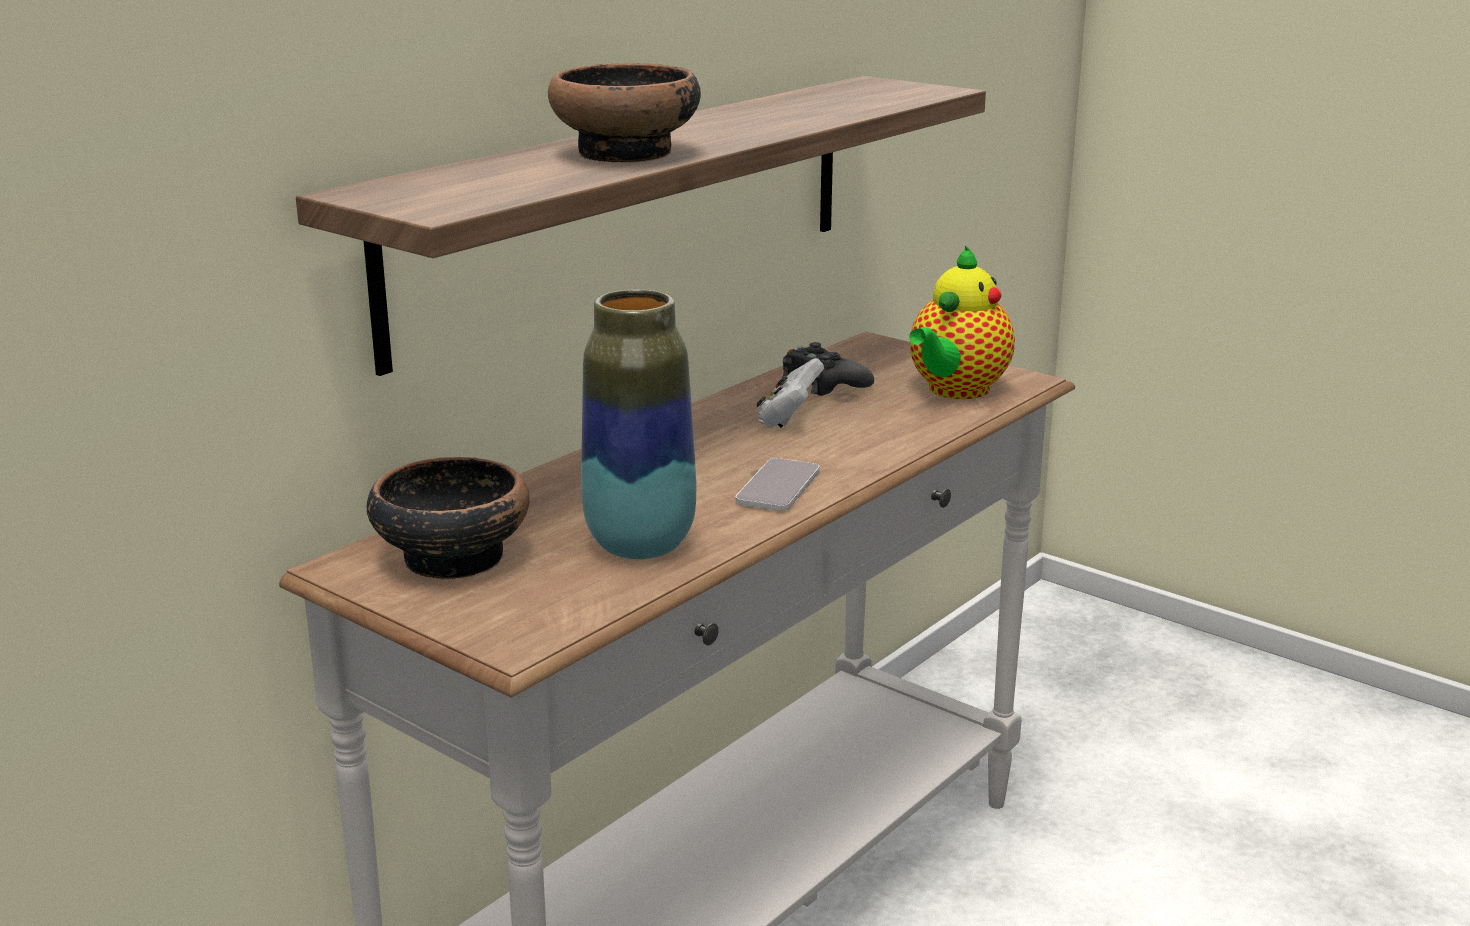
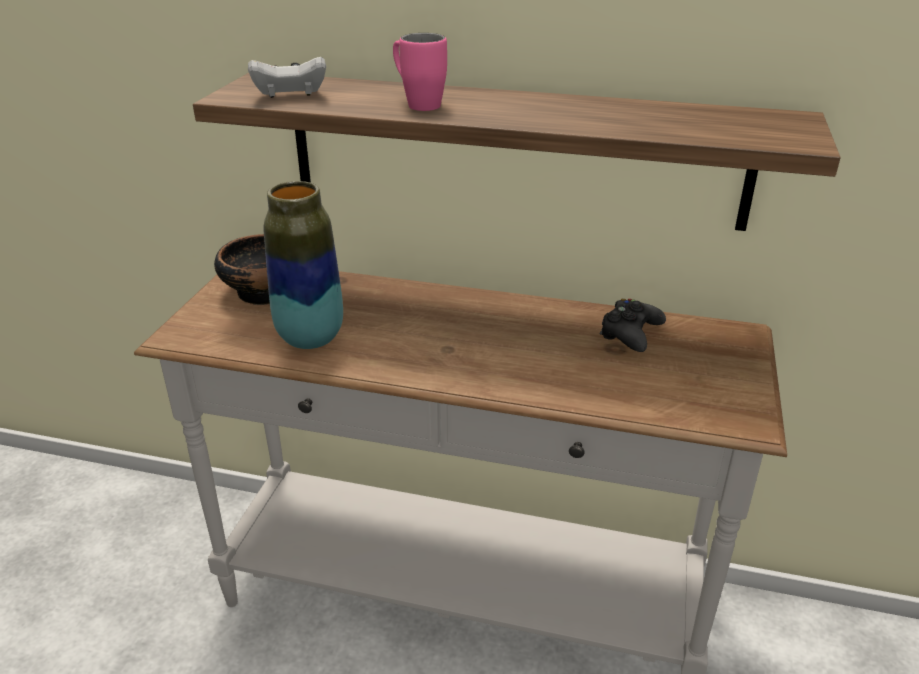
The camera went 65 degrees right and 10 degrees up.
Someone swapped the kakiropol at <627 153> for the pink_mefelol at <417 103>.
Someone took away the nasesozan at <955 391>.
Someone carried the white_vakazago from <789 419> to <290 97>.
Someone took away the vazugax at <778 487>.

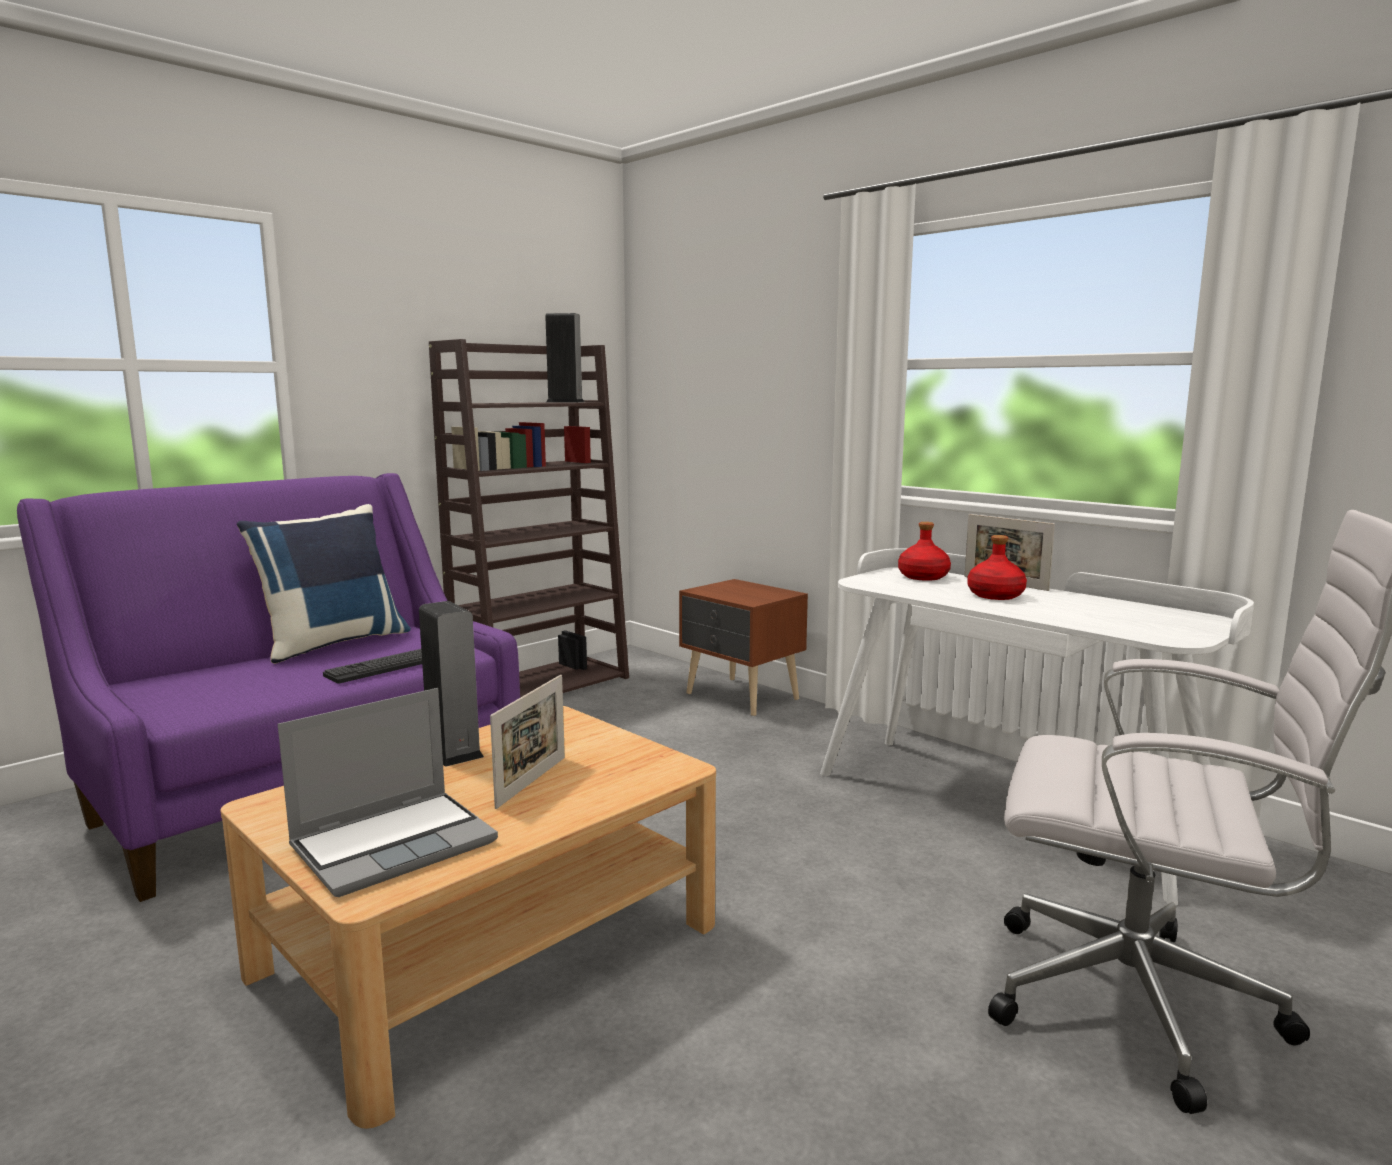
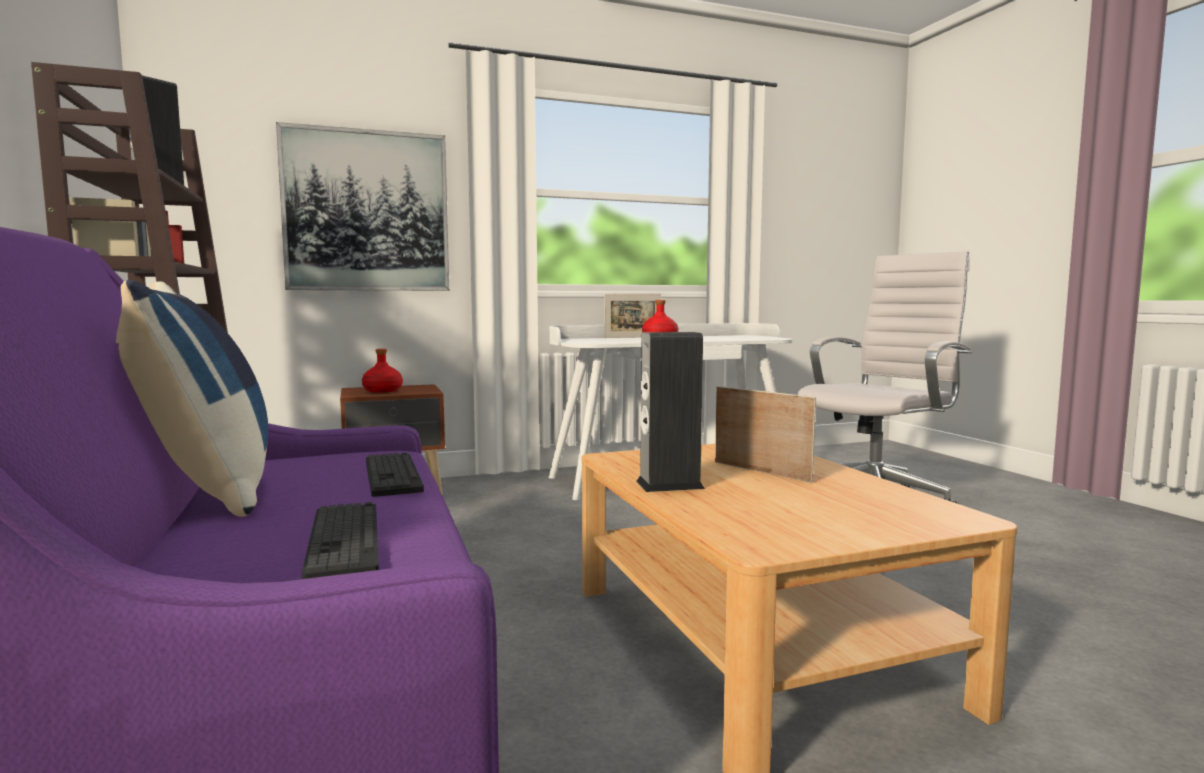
The camera went 65 degrees left and 5 degrees down.
Someone carried the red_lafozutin from <922 577> to <382 391>.
Someone took away the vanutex at <395 843>.
Someone put up the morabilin at <367 211>.
Someone put down the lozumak at <344 540>.

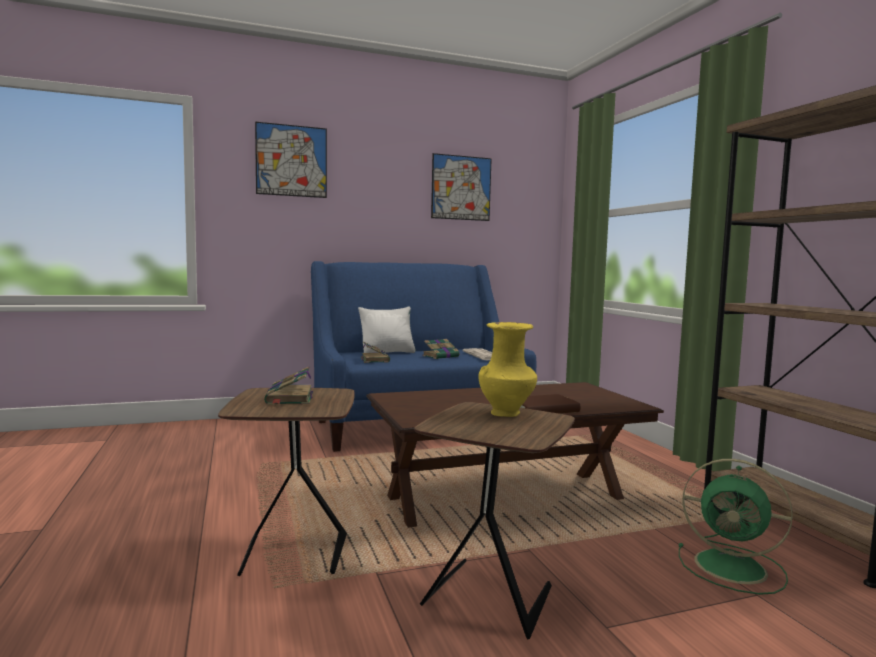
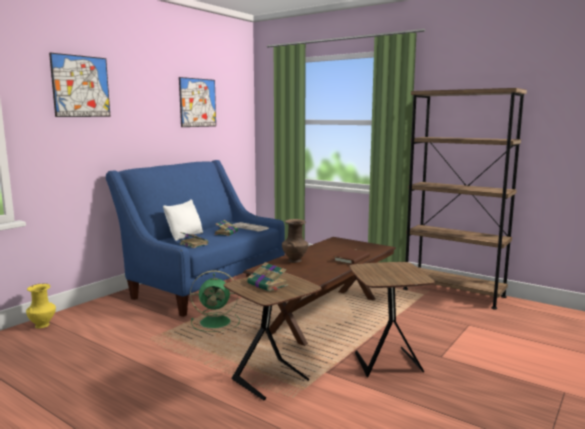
The camera went 35 degrees left and 5 degrees up.
Someone carried the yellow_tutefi from <506 413> to <43 325>.
Someone carried the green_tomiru from <733 567> to <217 322>.
Someone put down the brown_tutefi at <295 260>.

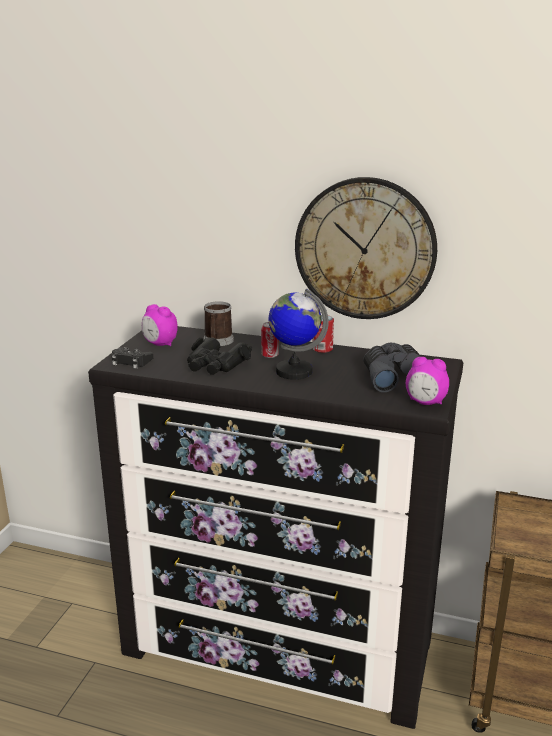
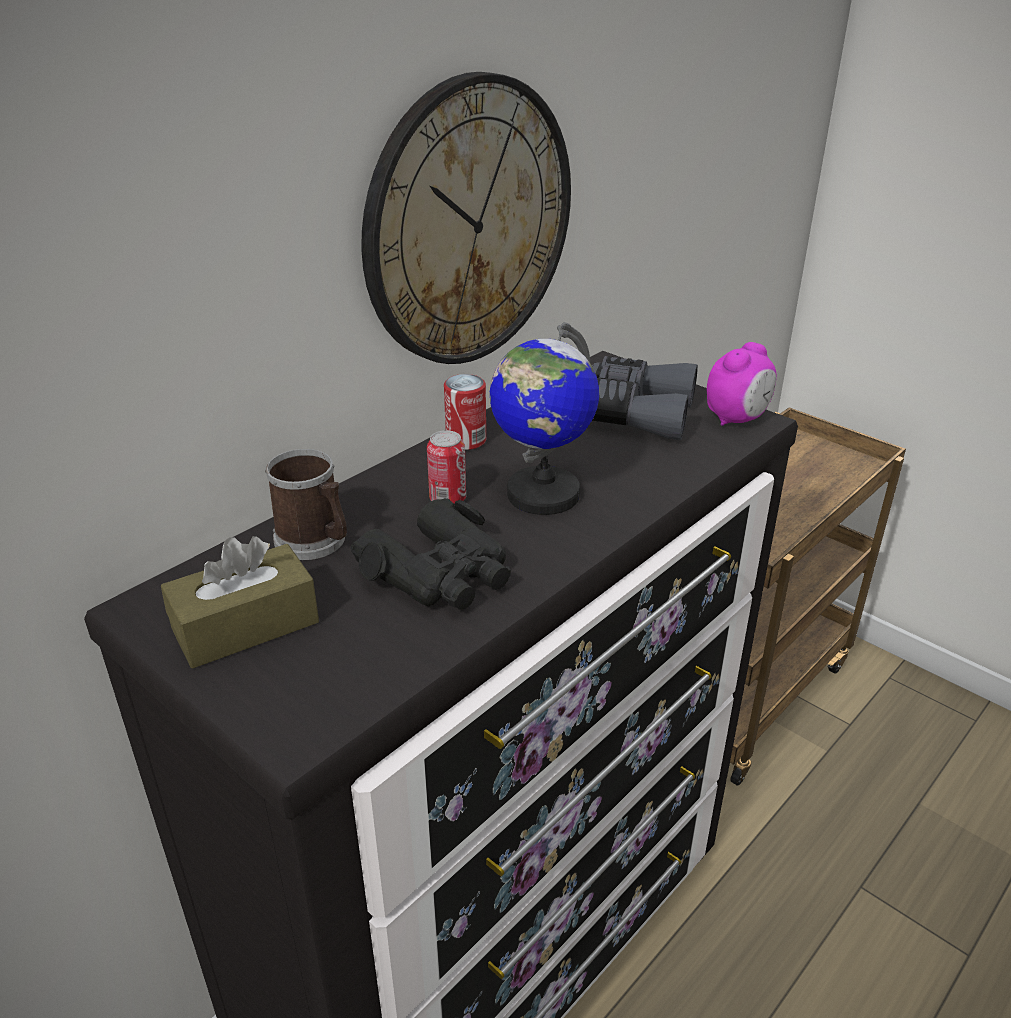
The camera went 65 degrees left and 10 degrees up.
Someone swapped the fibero at <160 344> for the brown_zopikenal at <245 626>.
Someone took away the black_vakazago at <131 362>.

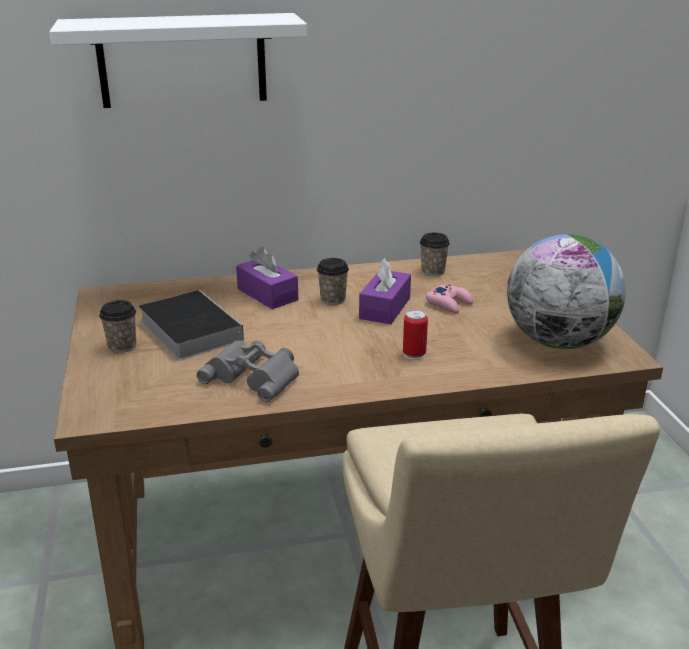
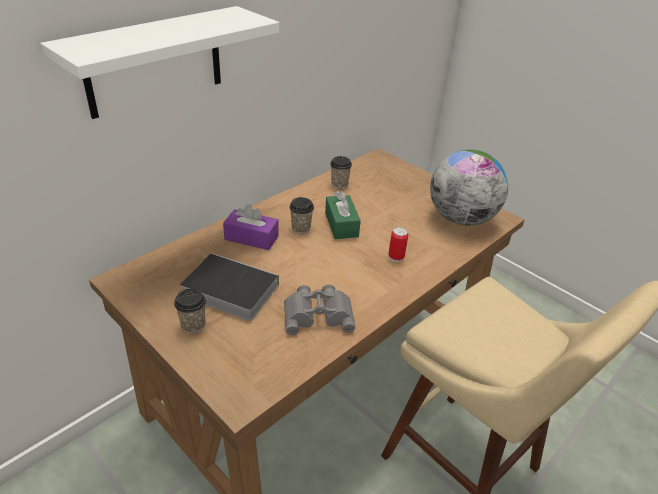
The camera went 35 degrees left and 10 degrees up.
Someone repainted the purple_zopikenal at <385 308>, which became the green_zopikenal at <341 224>.
Someone took away the pink_vakazago at <449 303>.

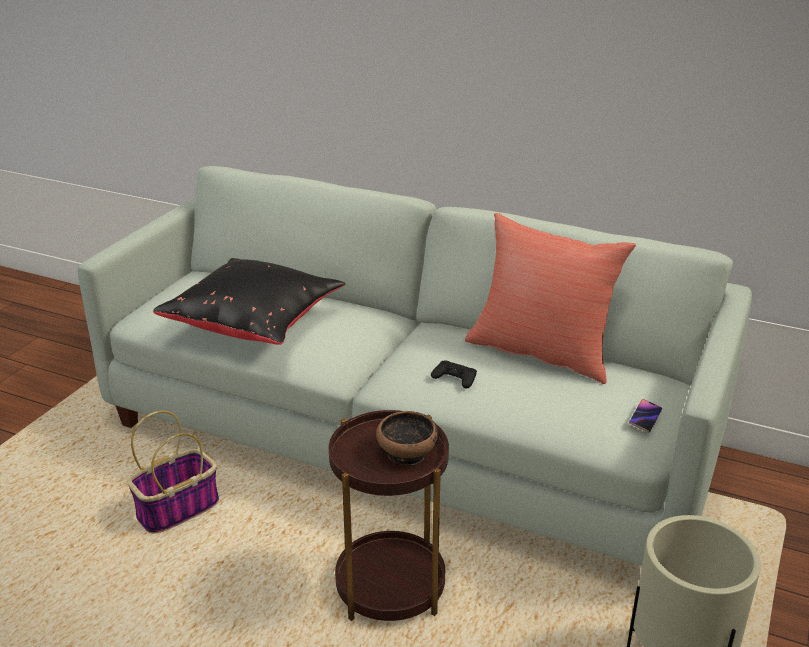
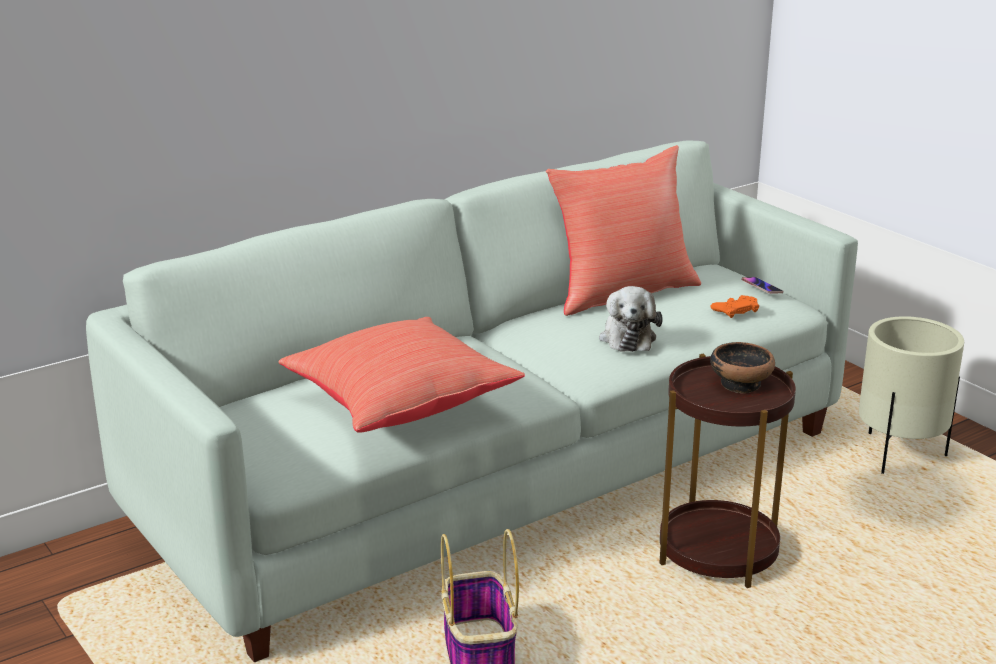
The camera went 60 degrees left and 5 degrees down.
Someone repainted the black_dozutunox at <255 323>, which became the red_dozutunox at <399 403>.
Someone swapped the black_vakazago at <455 378> for the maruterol at <627 337>.
Someone put down the orange_vakazago at <735 310>.

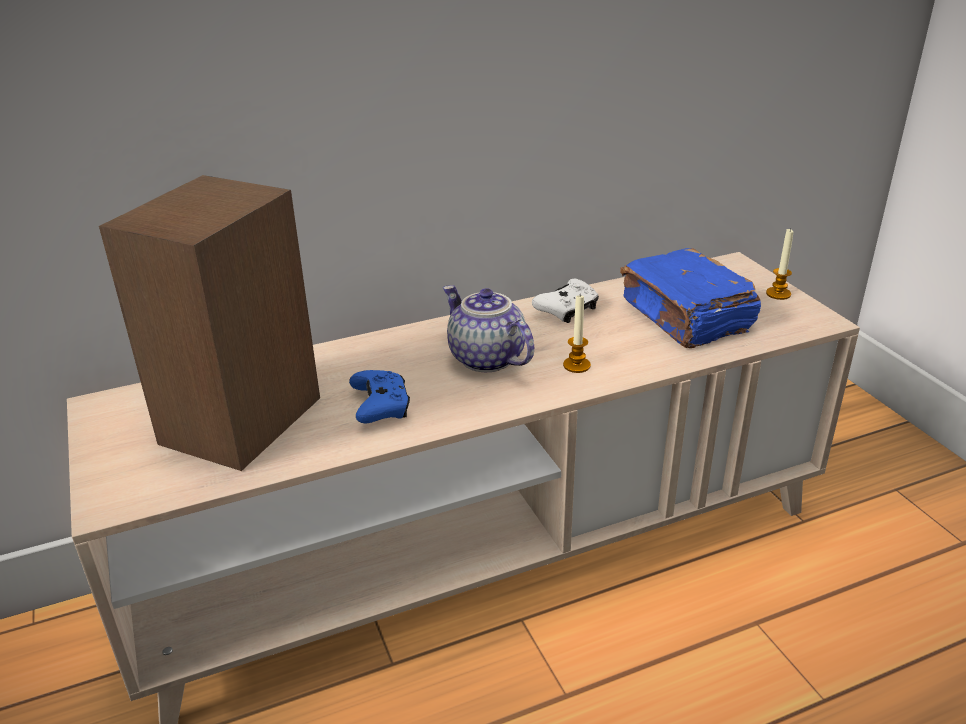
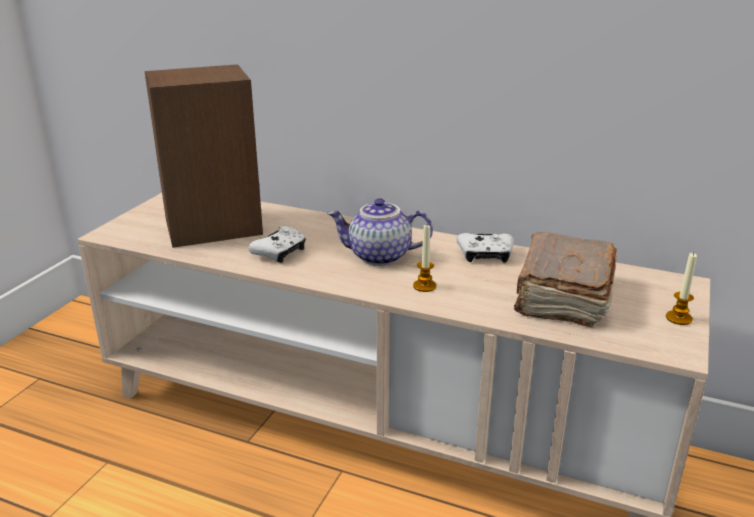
The camera went 45 degrees right and 5 degrees down.
Someone repainted the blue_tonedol at <686 317>, which became the brown_tonedol at <562 297>.
Someone rotated the nasesozan at <485 359> by 90 degrees counterclockwise.
Someone repainted the blue_vakazago at <381 407>, which became the white_vakazago at <280 252>.

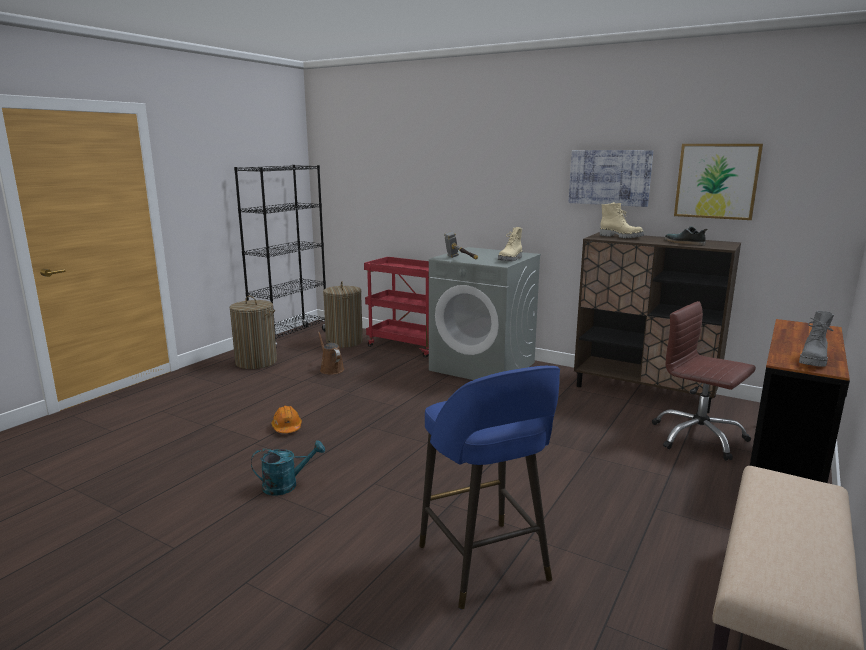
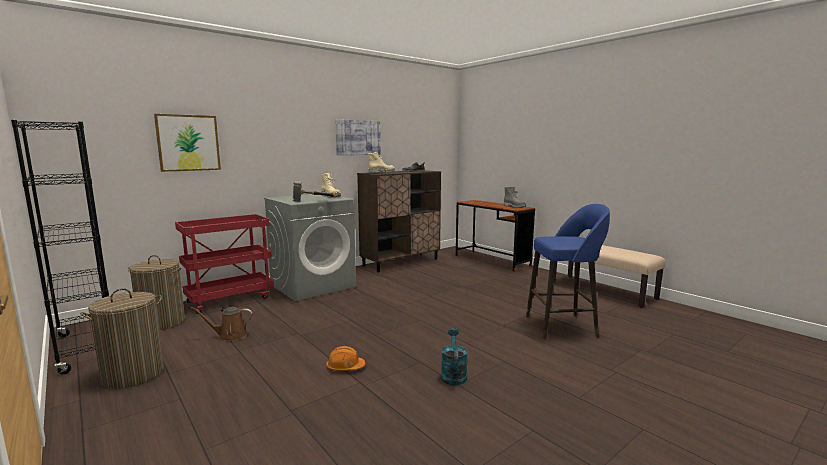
The camera went 70 degrees left and 5 degrees down.
Someone carried the morabilin from <716 181> to <188 143>.
Someone took away the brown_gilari at <698 437>.

